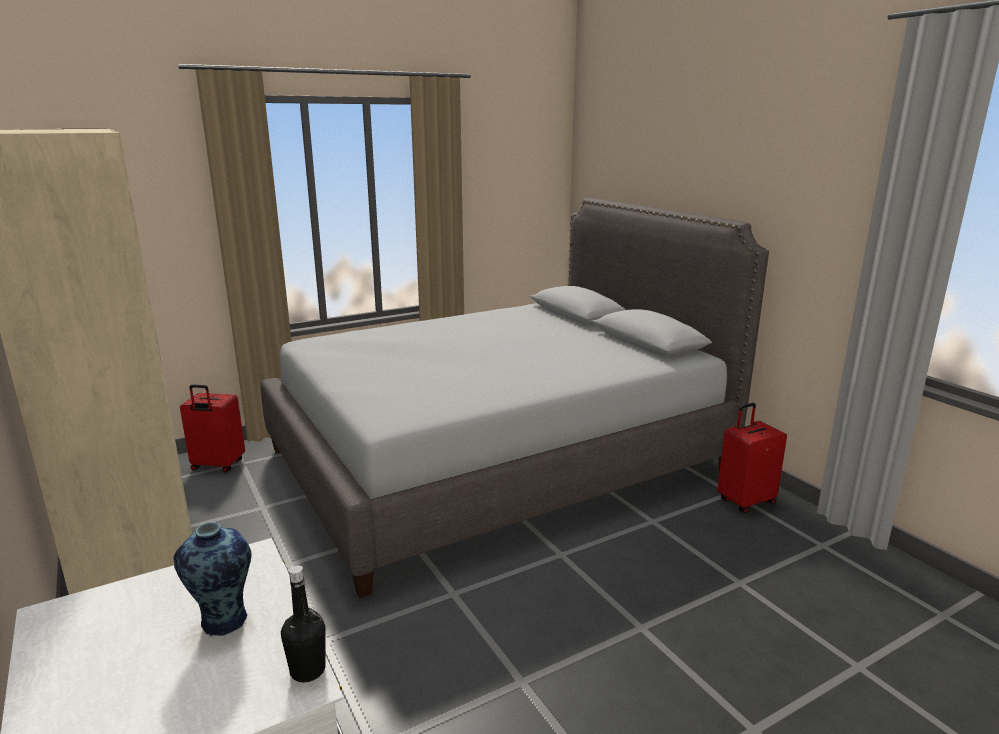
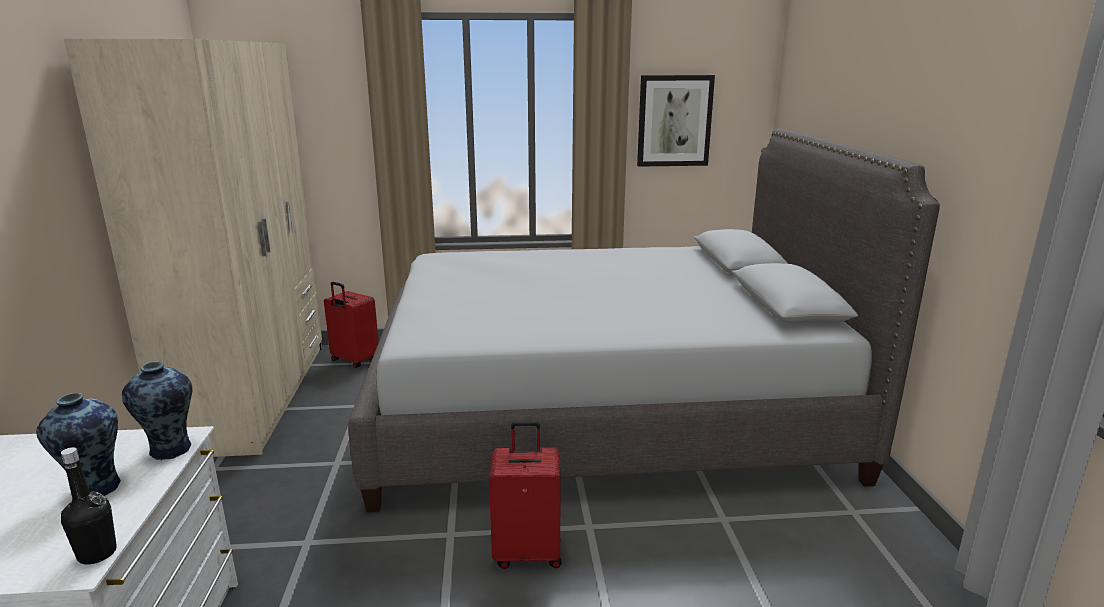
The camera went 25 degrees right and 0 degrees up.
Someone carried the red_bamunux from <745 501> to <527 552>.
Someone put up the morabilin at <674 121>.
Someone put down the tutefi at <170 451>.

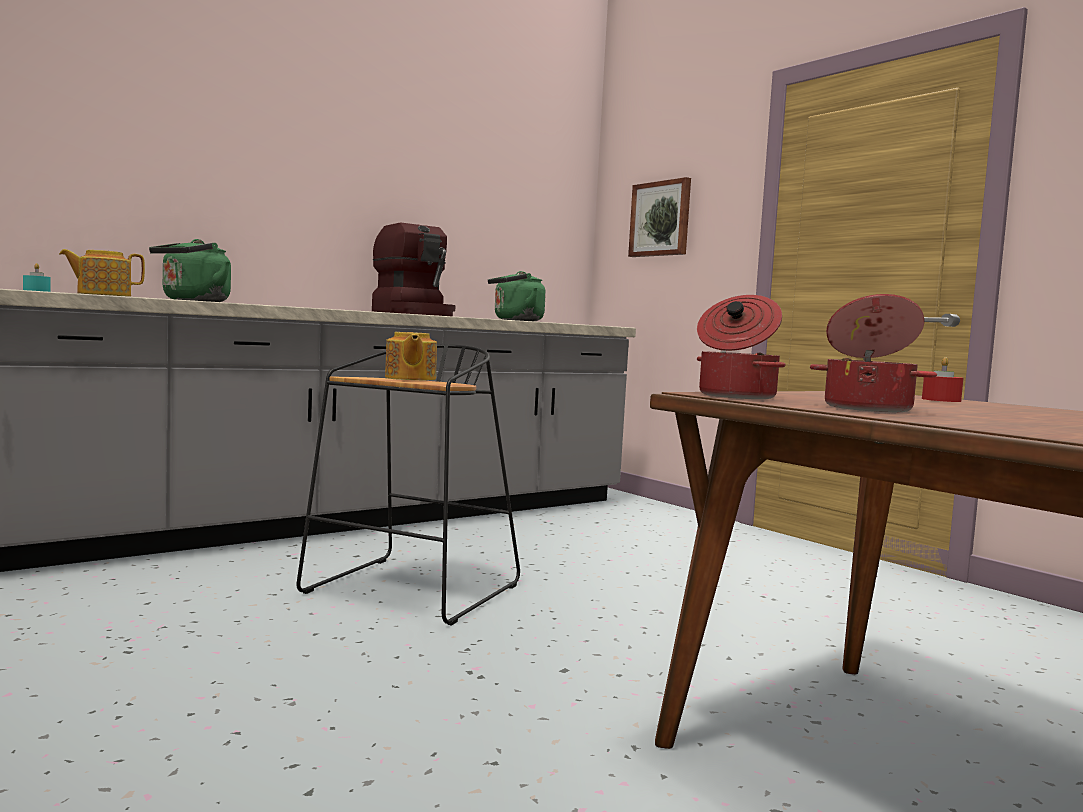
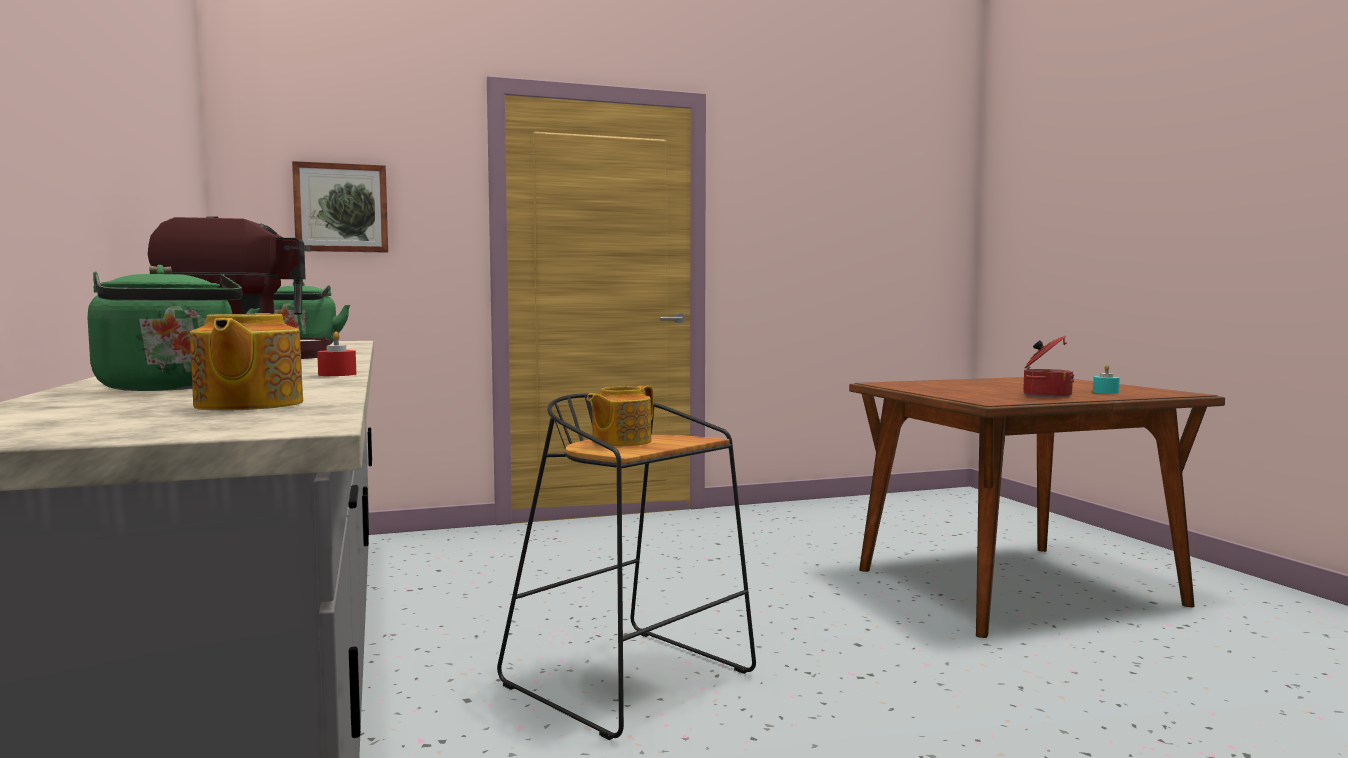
The camera went 70 degrees left and 0 degrees up.
Someone carried the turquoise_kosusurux from <36 291> to <1105 392>.
Someone took away the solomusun at <735 396>.
Someone rotated the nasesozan at <409 378> by 120 degrees clockwise.
Someone carried the red_kosusurux from <941 400> to <337 374>.

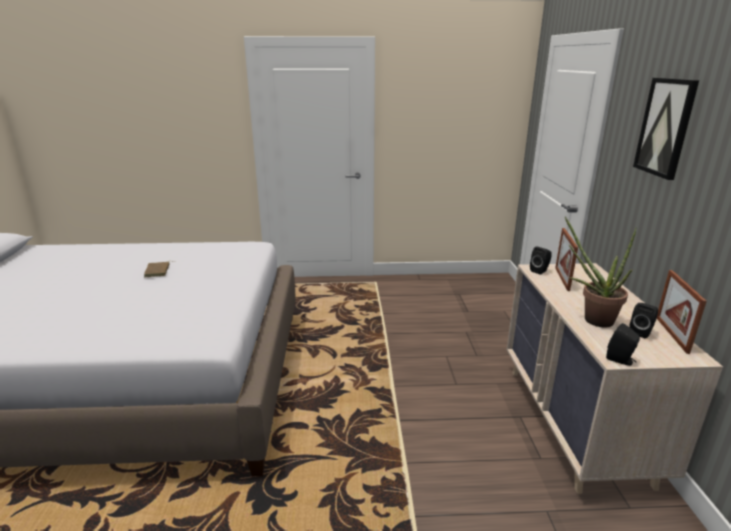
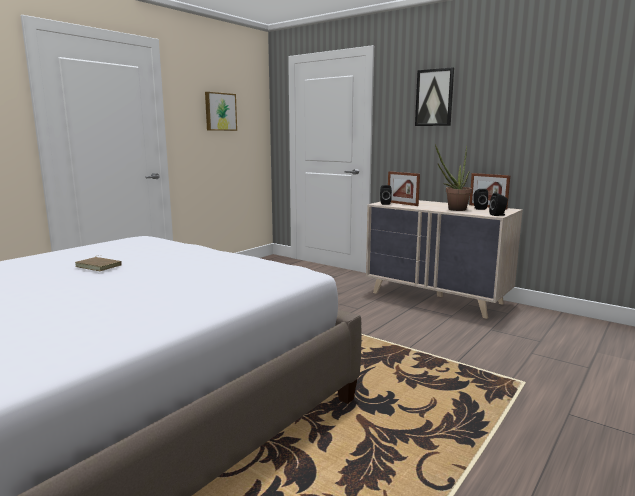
The camera went 50 degrees left and 10 degrees down.
Someone put up the morabilin at <220 112>.

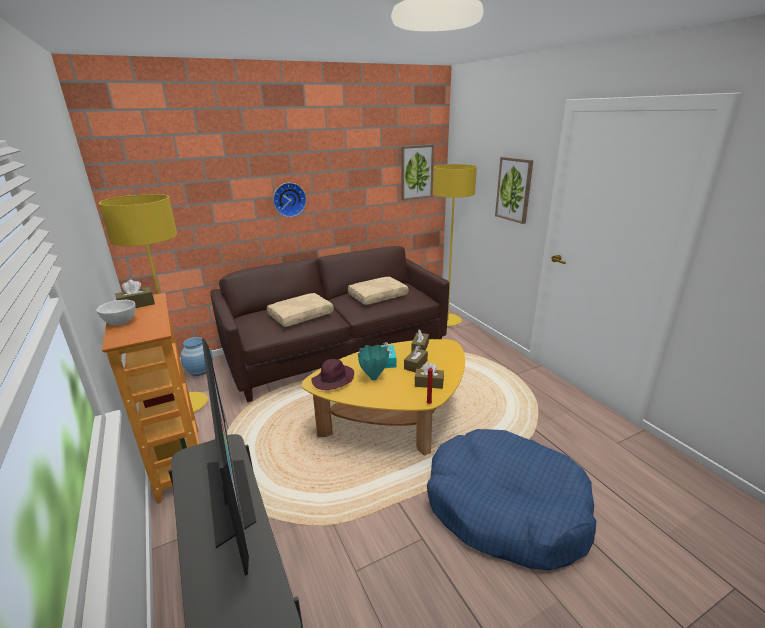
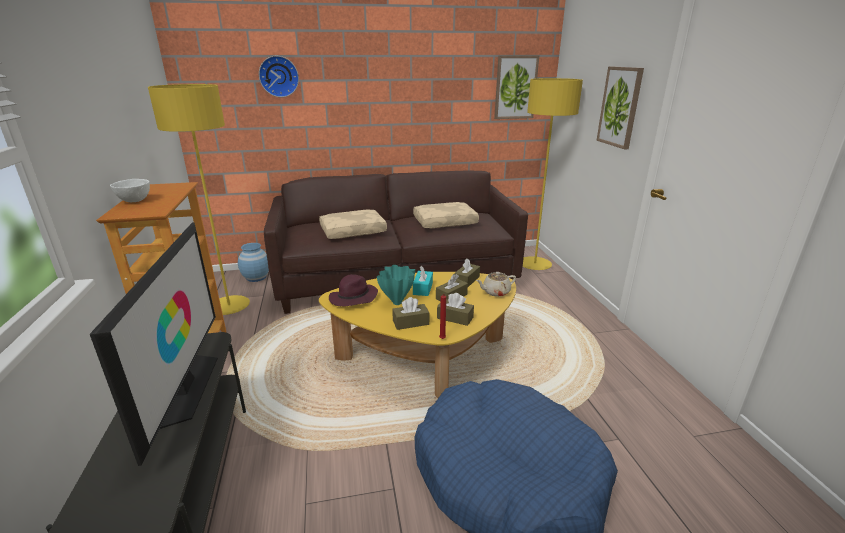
The camera went 15 degrees right and 0 degrees up.
Someone carried the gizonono from <289 199> to <279 76>.
Someone carried the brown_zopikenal from <137 305> to <410 322>.
Someone put down the beige_nasesozan at <495 292>.

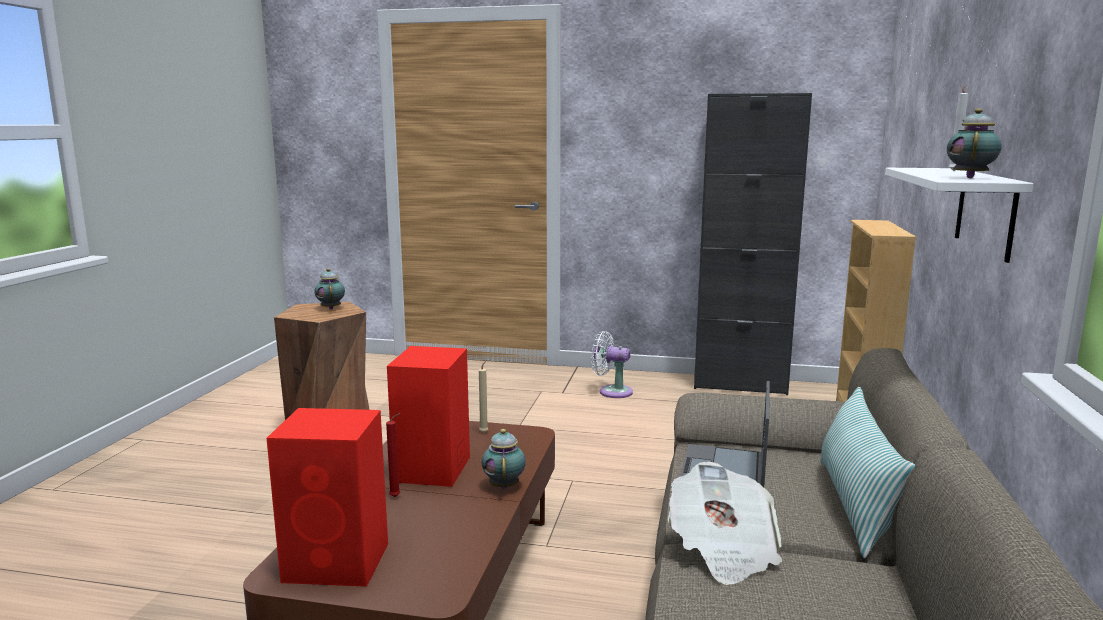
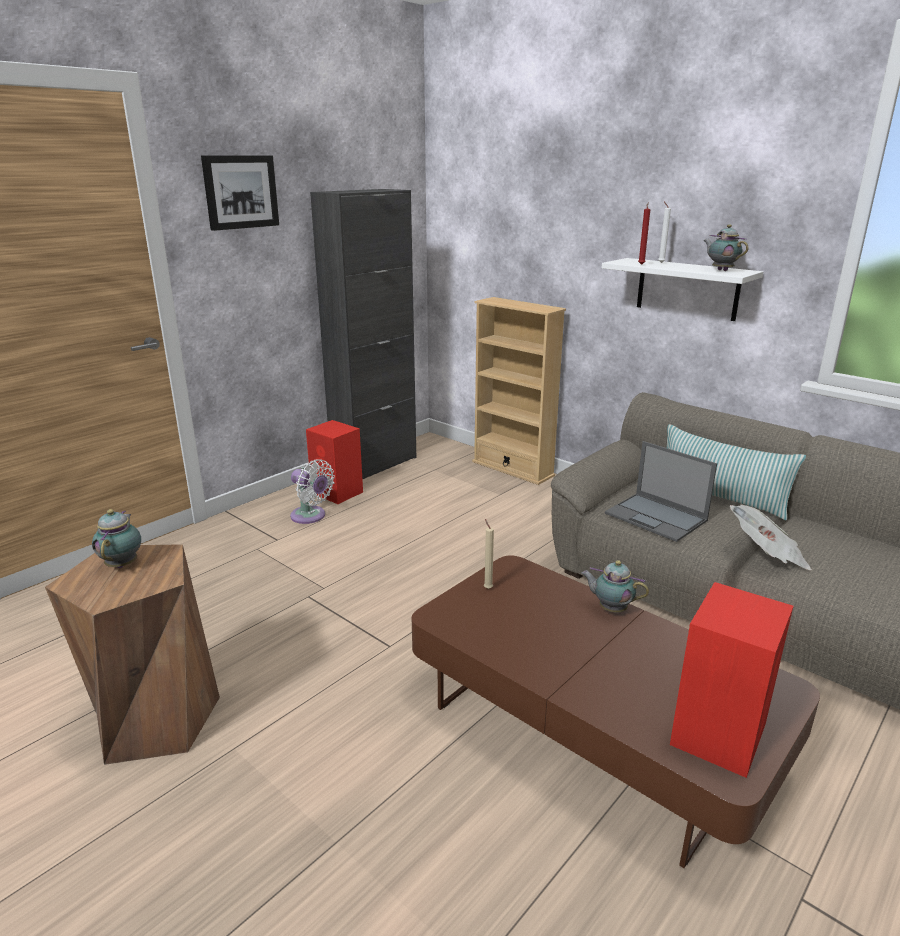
The camera went 60 degrees left and 10 degrees up.
Someone rotated the nasesozan at <331 308> by 75 degrees clockwise.
Someone rotated the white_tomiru at <612 391> by 105 degrees counterclockwise.
Someone carried the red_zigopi from <432 470> to <338 493>.
Someone carried the red_kosusurux from <396 497> to <641 264>.
Someone put up the morabilin at <240 192>.

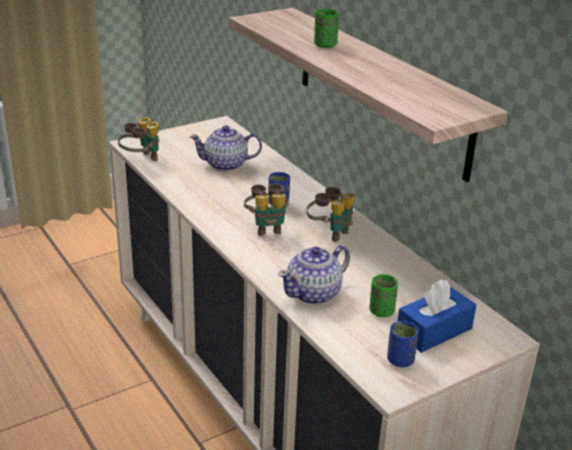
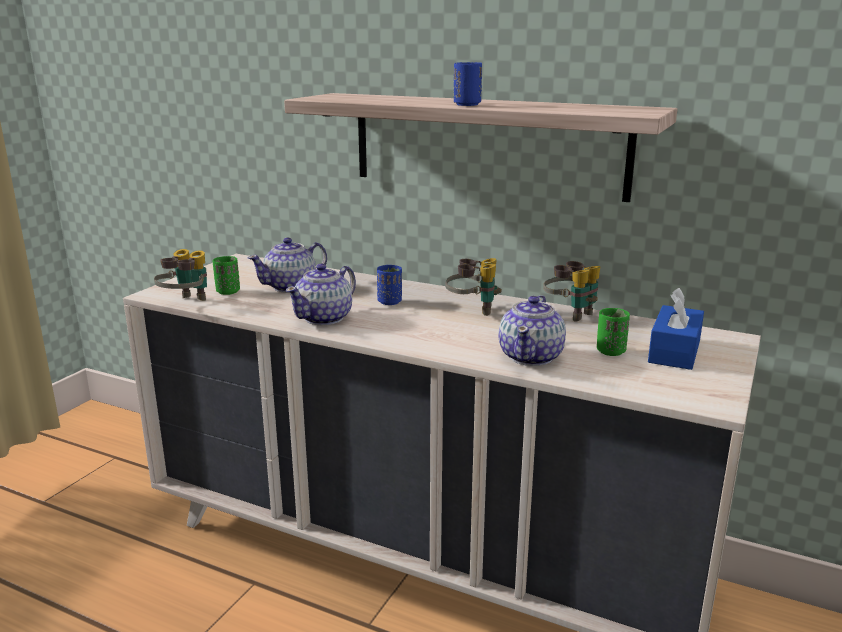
The camera went 30 degrees left and 10 degrees down.
Someone carried the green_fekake from <325 45> to <228 292>.
Someone carried the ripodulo from <267 227> to <570 314>.
Someone carried the blue_fekake from <400 360> to <467 104>.
Someone put down the nasesozan at <325 318>.

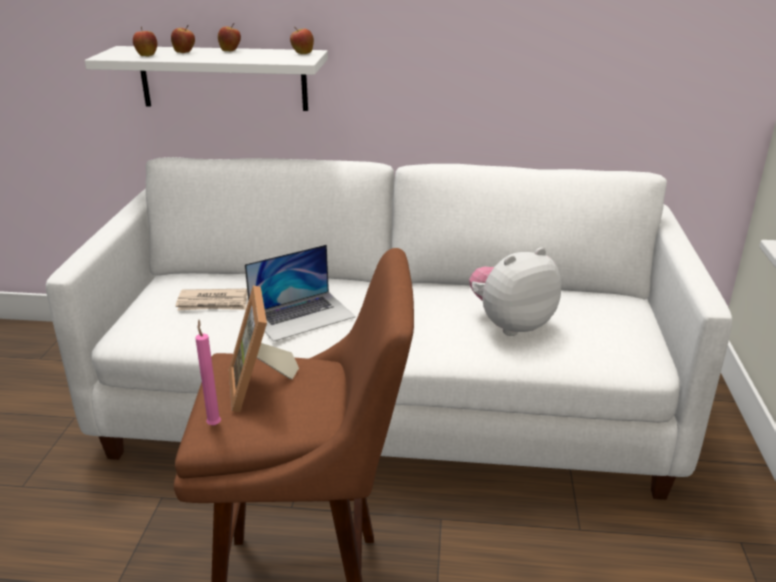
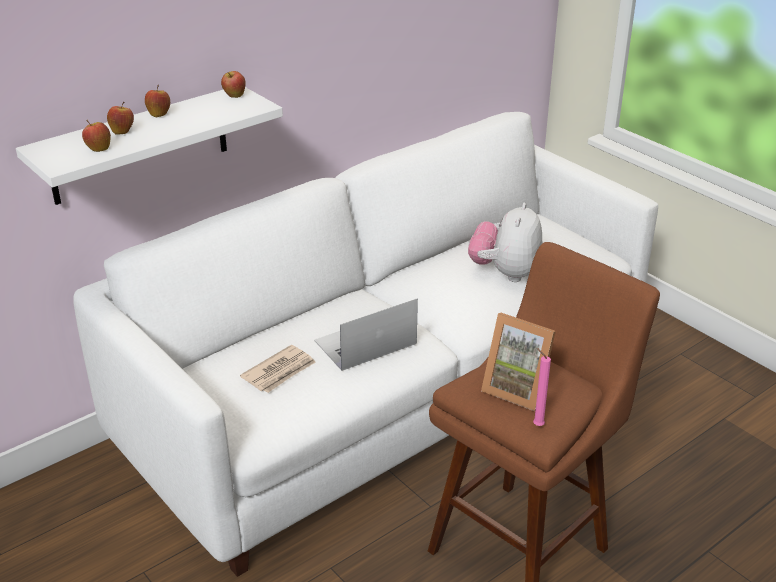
The camera went 45 degrees left and 5 degrees up.
Someone rotated the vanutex at <302 315> by 135 degrees counterclockwise.

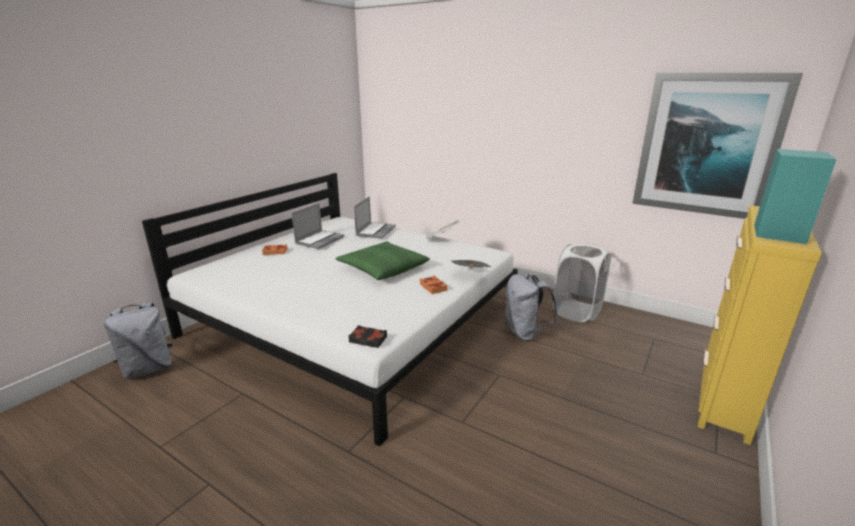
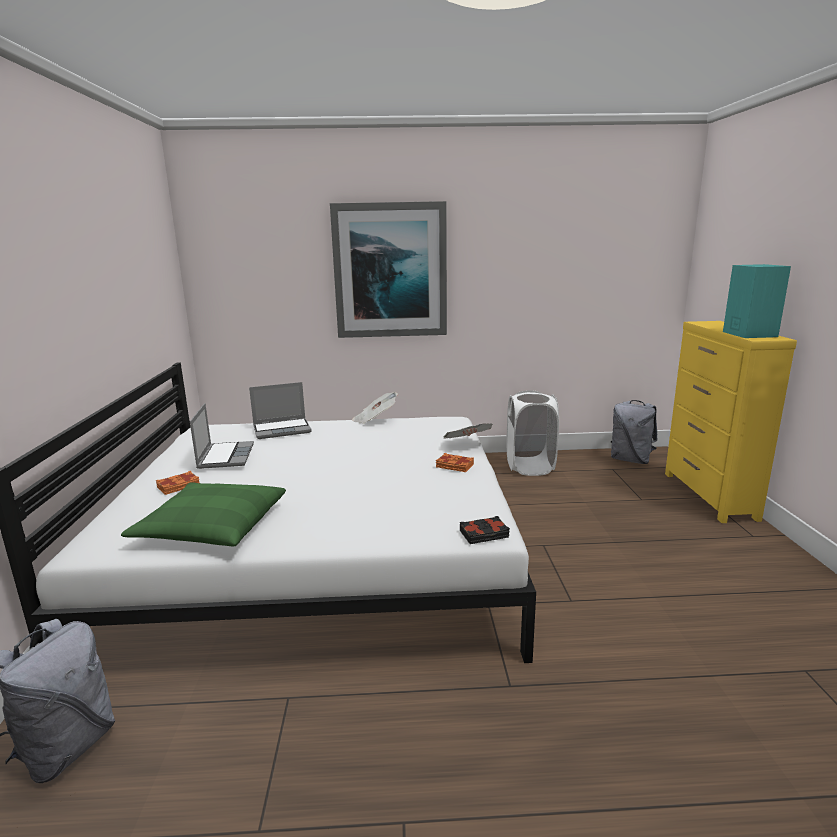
The camera went 35 degrees left and 5 degrees down.
Someone carried the morabilin from <707 145> to <390 271>.
Someone rotated the vanutex at <375 231> by 90 degrees clockwise.
Someone carried the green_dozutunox from <383 268> to <212 527>.
Someone carried the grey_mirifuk from <525 333> to <631 460>.

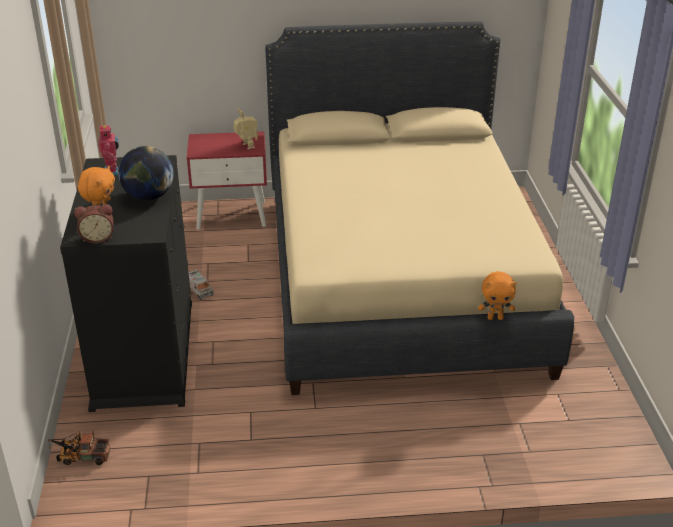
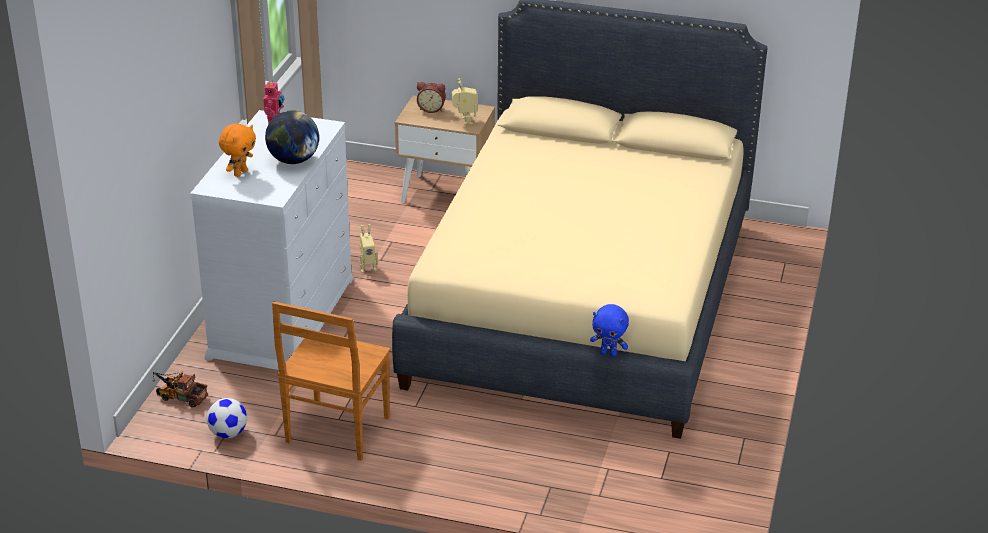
The camera went 20 degrees right and 0 degrees up.
Someone repainted the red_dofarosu at <232 214>, which became the beige_dofarosu at <446 193>.
Someone repainted the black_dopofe at <144 353>, which became the white_dopofe at <282 317>.
Someone carried the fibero from <98 238> to <431 109>.
Someone swapped the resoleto at <199 290> for the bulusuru at <368 267>.
Someone repainted the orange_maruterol at <495 318>, which became the blue_maruterol at <609 353>.
Someone put down the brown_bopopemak at <336 431>.
Someone put down the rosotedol at <228 433>.

